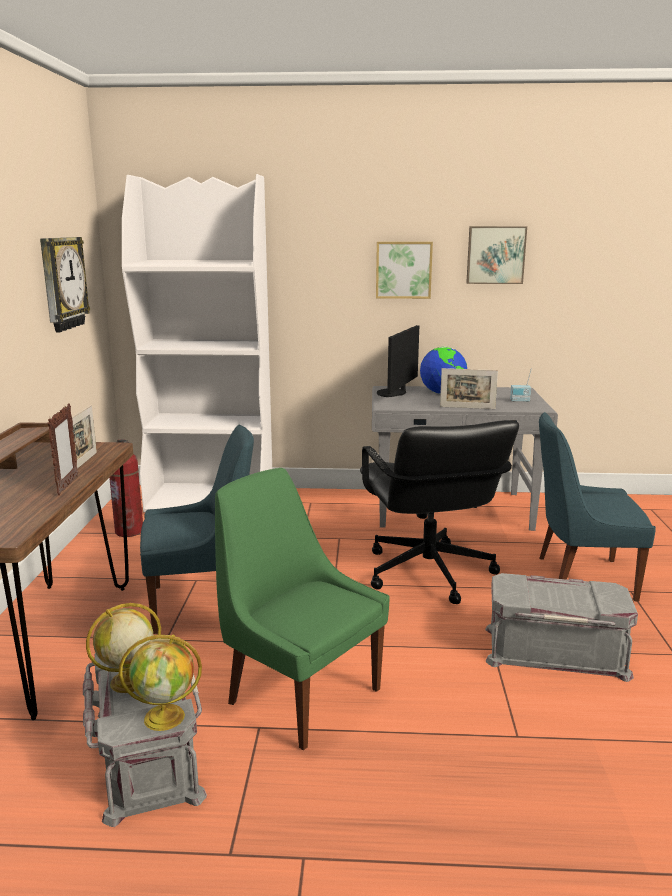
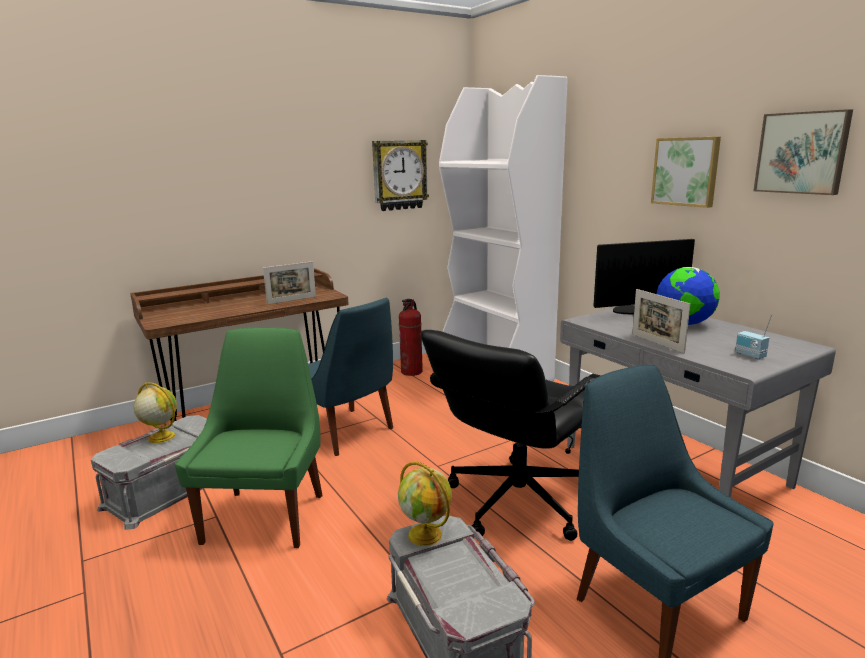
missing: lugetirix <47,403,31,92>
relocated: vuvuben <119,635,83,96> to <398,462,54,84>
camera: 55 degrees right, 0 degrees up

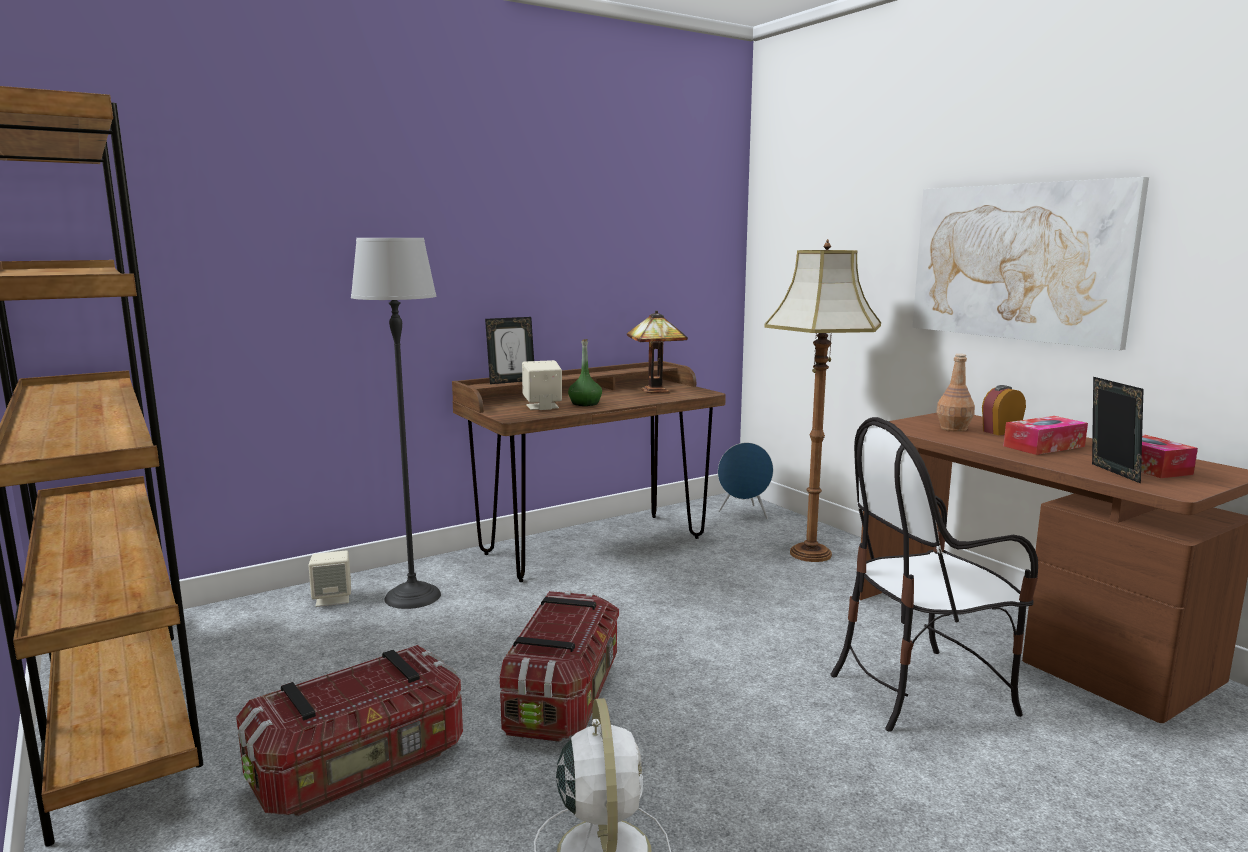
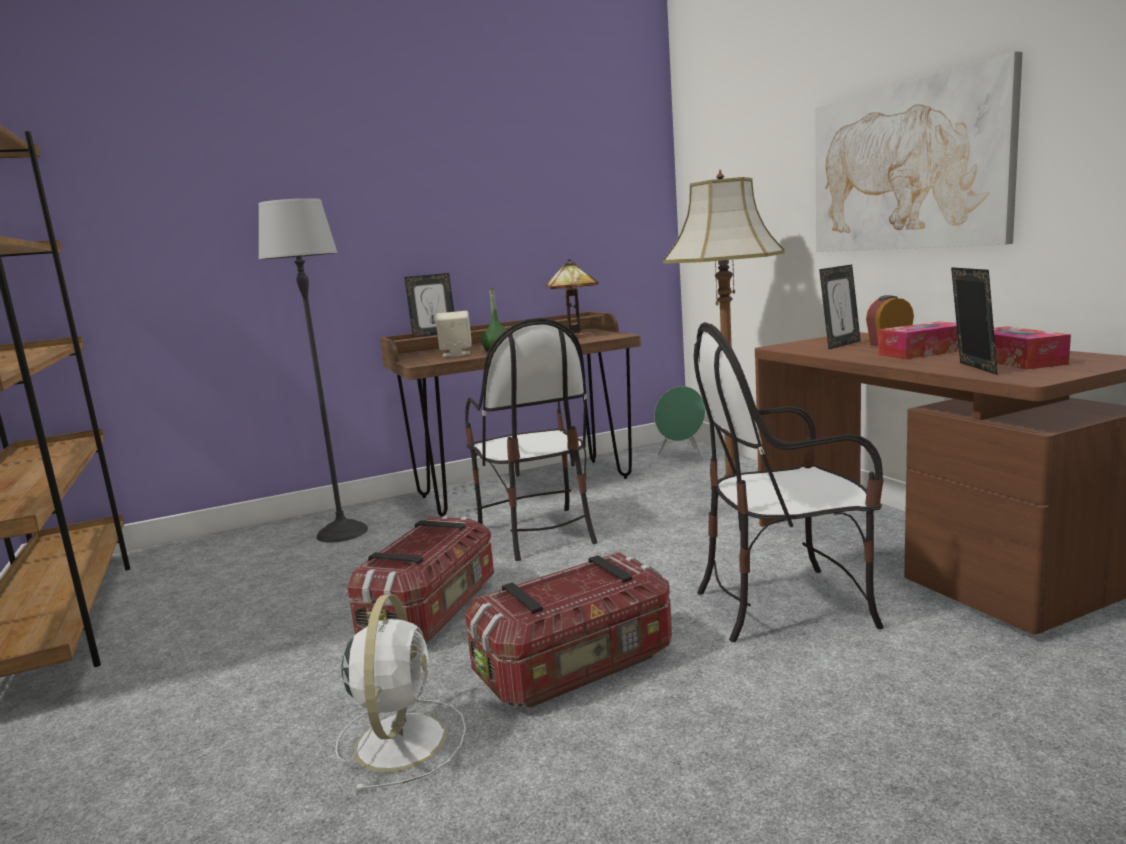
missing: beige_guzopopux <309,550,42,57>
appeared: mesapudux <465,318,132,243>
relocated: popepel <236,645,227,171> to <465,552,207,155>
exchanged: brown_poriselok <936,354,39,78> to lugetirix <819,264,42,85>
colour: blue_guzopopux <718,443,55,76> to green_guzopopux <654,386,51,74>
camera: 10 degrees right, 0 degrees up

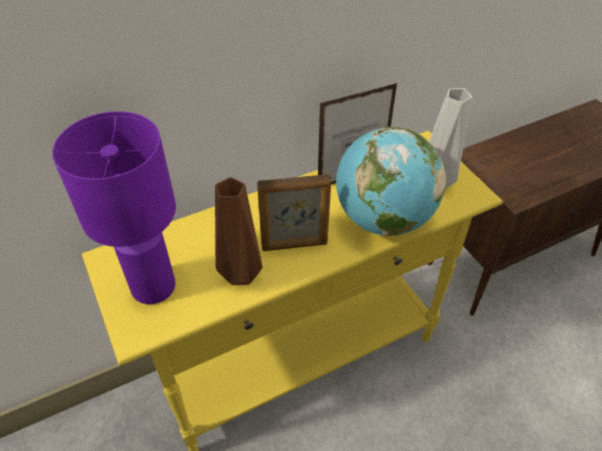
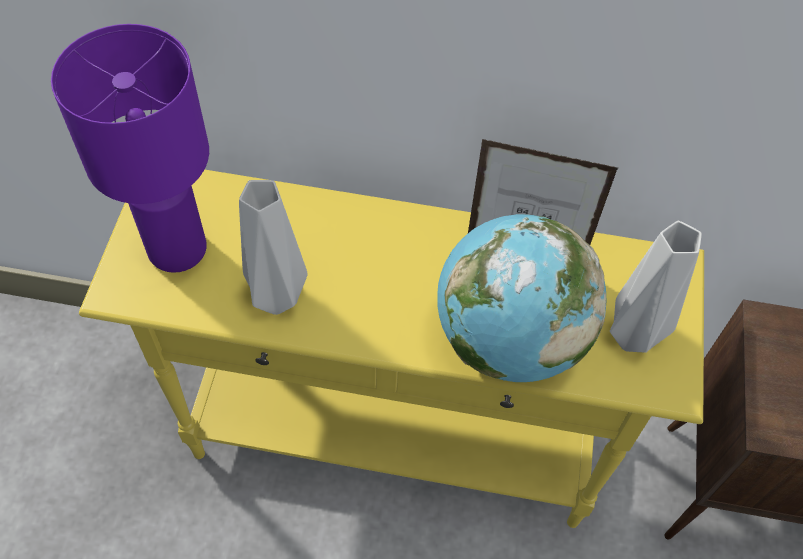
missing: lugetirix <257,174,74,77>
colour: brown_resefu <215,177,48,108> to grey_resefu <239,180,69,135>
camera: 35 degrees right, 10 degrees up

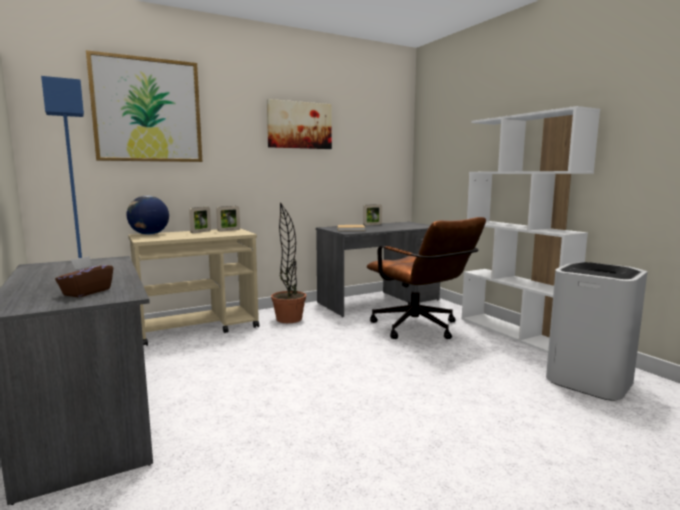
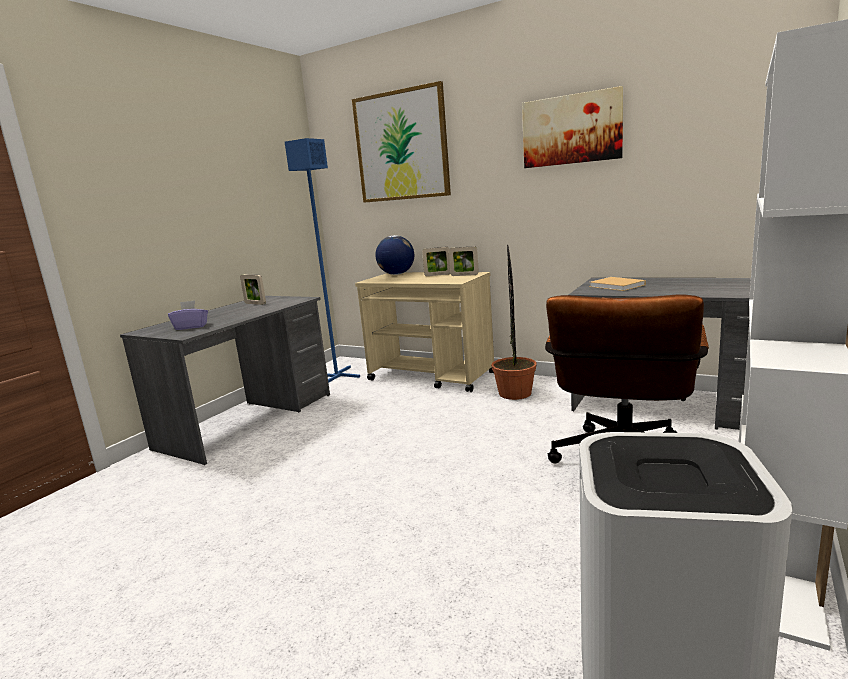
relocated: lugetirix <363,204,19,21> to <240,274,26,31>
colour: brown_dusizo <55,256,58,41> to purple_dusizo <168,300,40,30>
camera: 60 degrees right, 5 degrees up

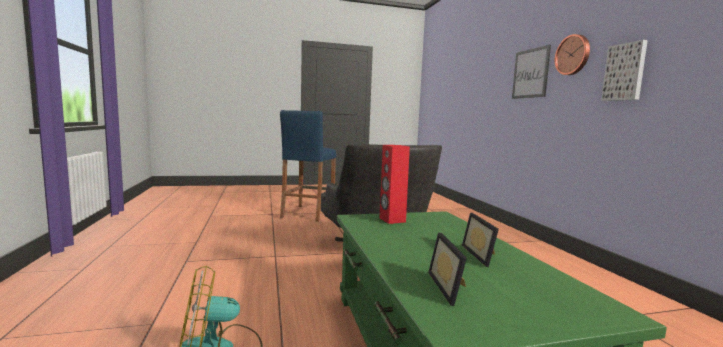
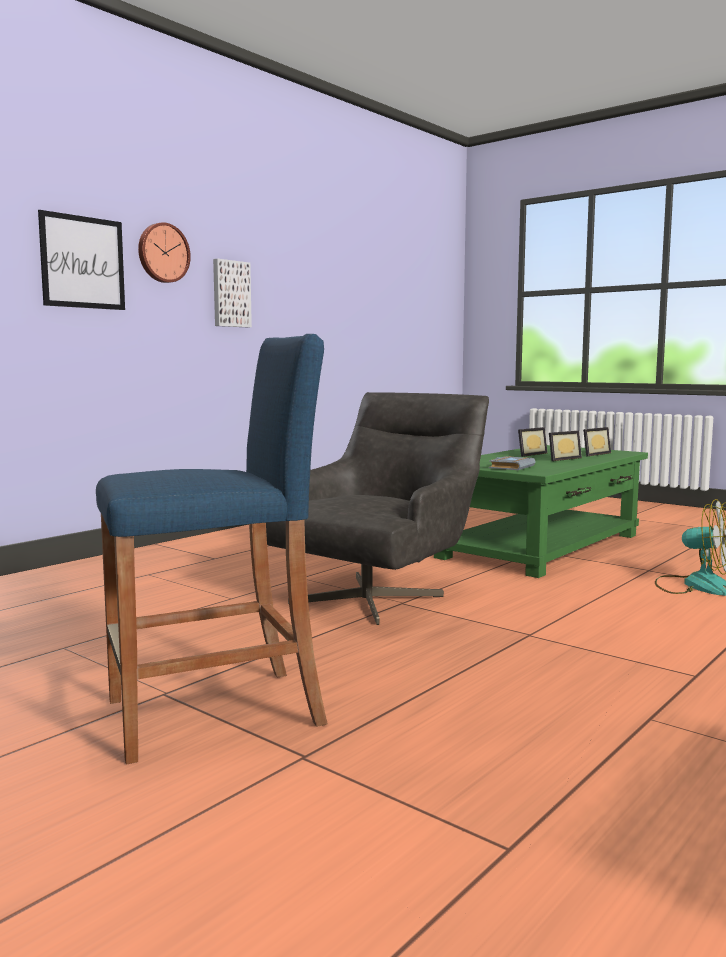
appeared: lugetirix <549,431,33,30>
exchanged: red_guzopopux <380,145,30,79> to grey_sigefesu <489,456,47,14>
camera: 125 degrees left, 0 degrees up

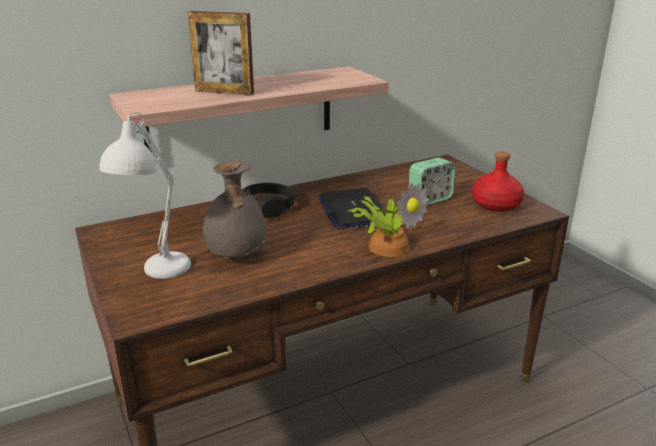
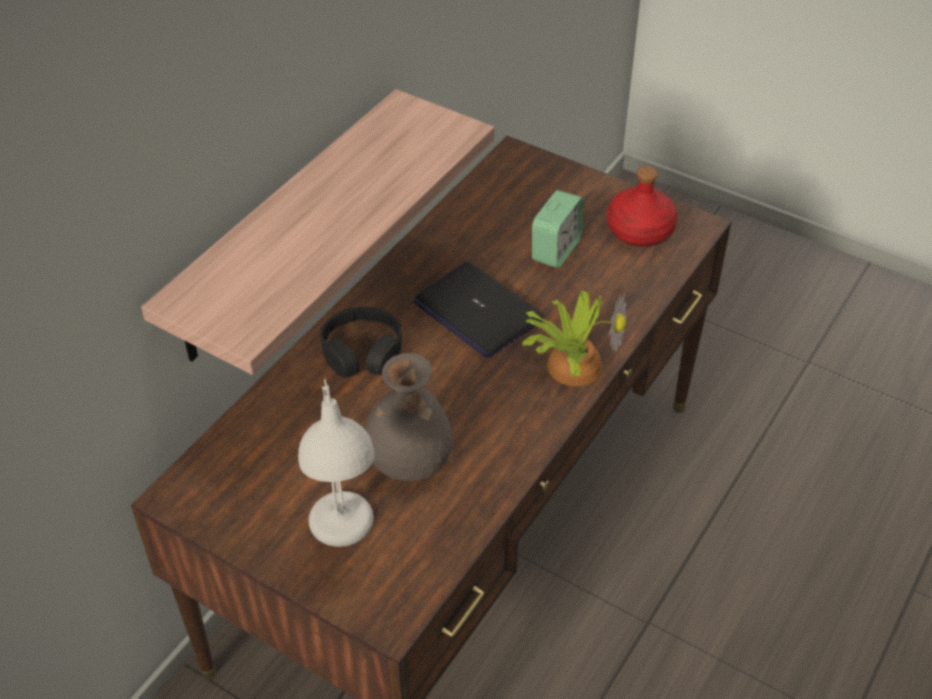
missing: lugetirix <188,11,66,84>
camera: 30 degrees left, 20 degrees up

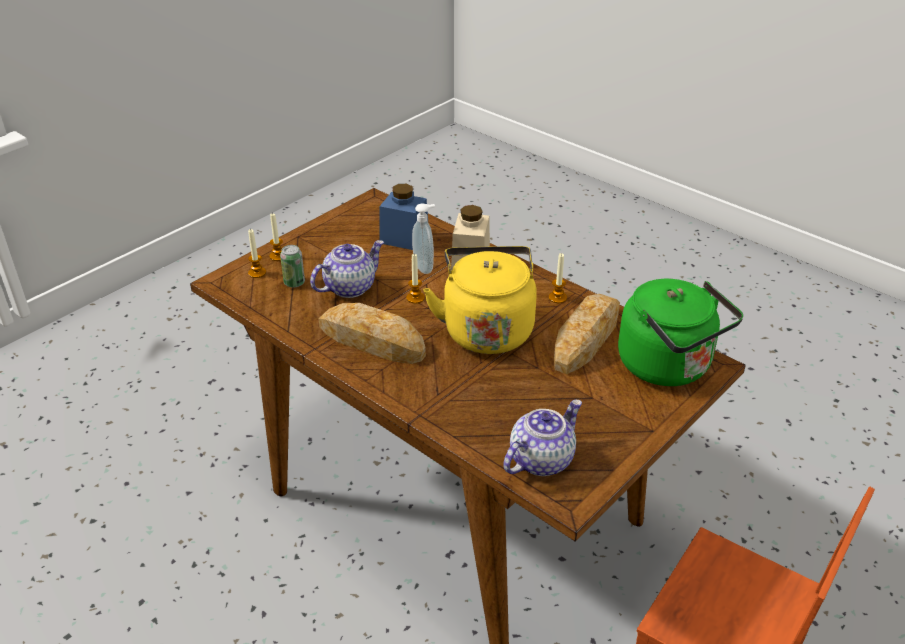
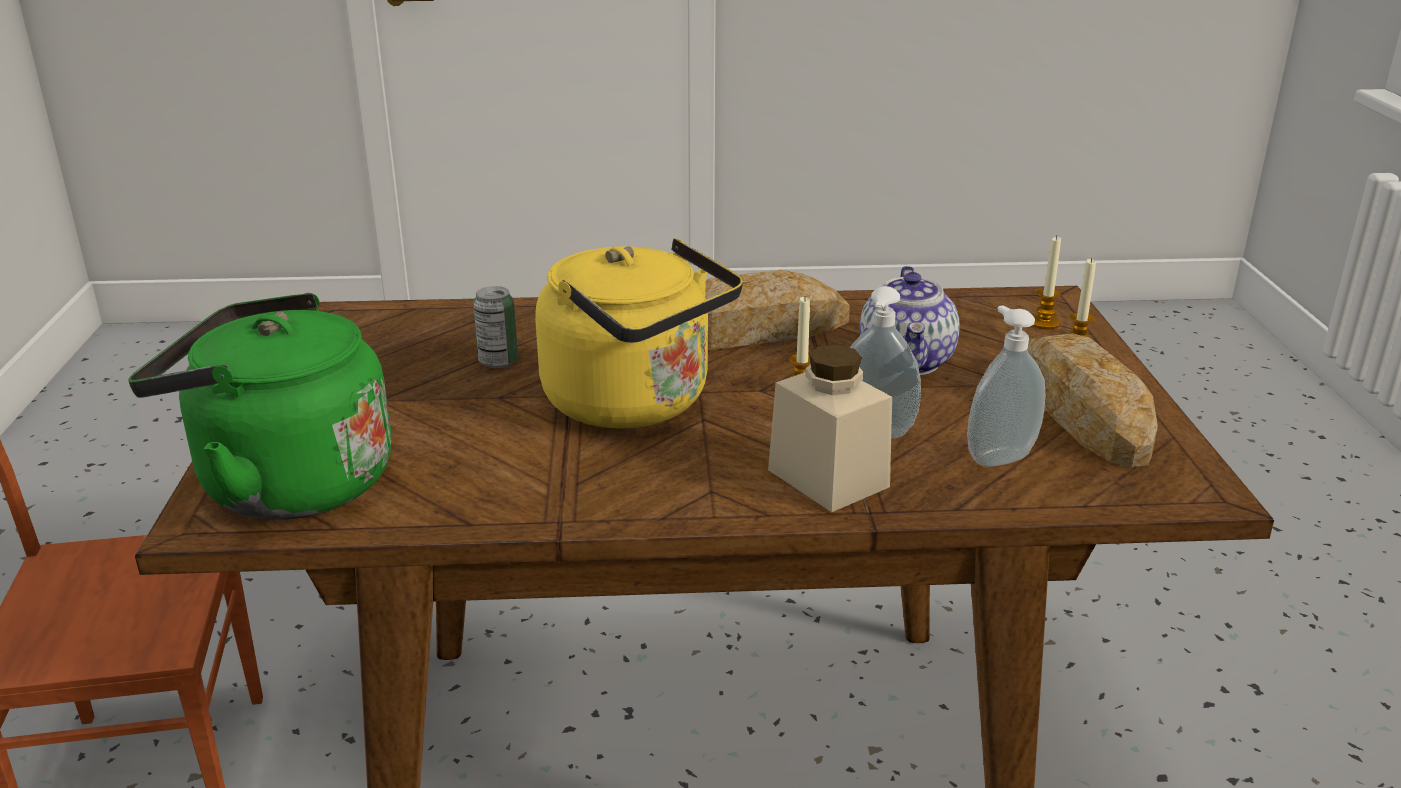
missing: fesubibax <503,399,79,77>; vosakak <549,253,18,50>
relocated: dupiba <280,245,25,43> to <473,286,45,82>; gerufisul <554,294,66,80> to <1028,333,130,134>
exchanged: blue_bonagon <380,184,48,66> to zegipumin <967,305,78,162>
camera: 135 degrees right, 10 degrees down

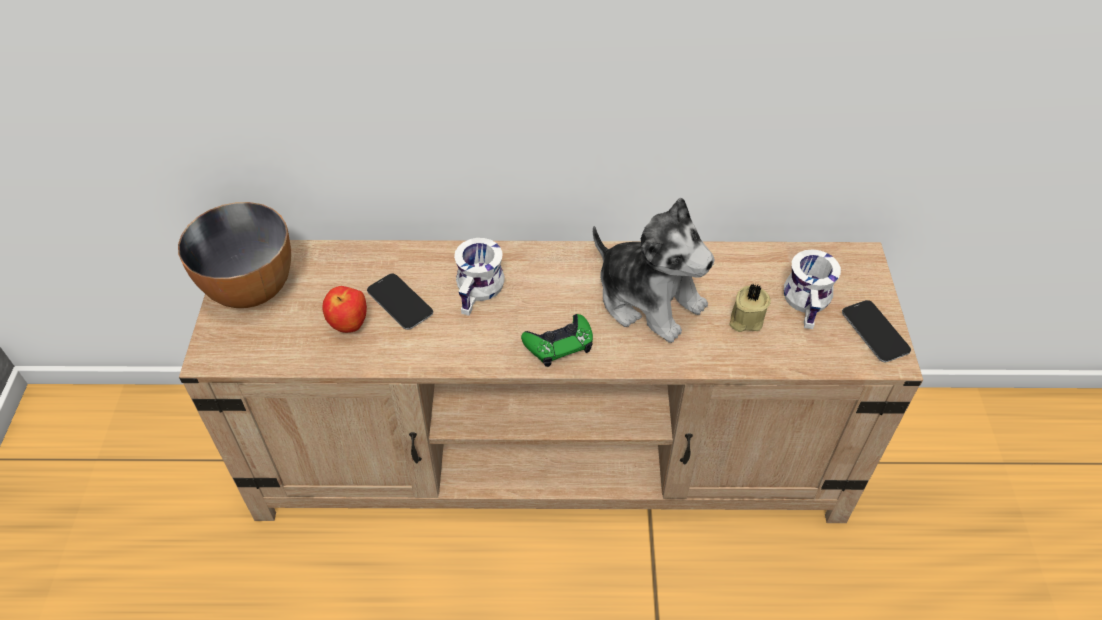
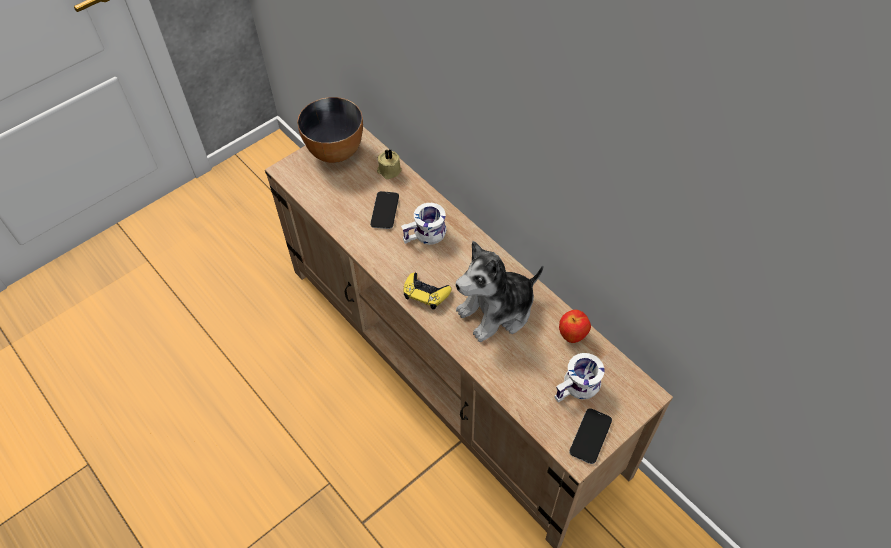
relocated: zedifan <322,286,45,47> to <559,310,32,33>; beige_vosakak <729,284,42,48> to <377,149,25,30>
colour: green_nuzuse <521,314,72,53> to yellow_nuzuse <404,273,47,37>
spun: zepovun <593,198,122,145> = <456,241,88,101> 60 degrees clockwise
camera: 50 degrees right, 5 degrees up

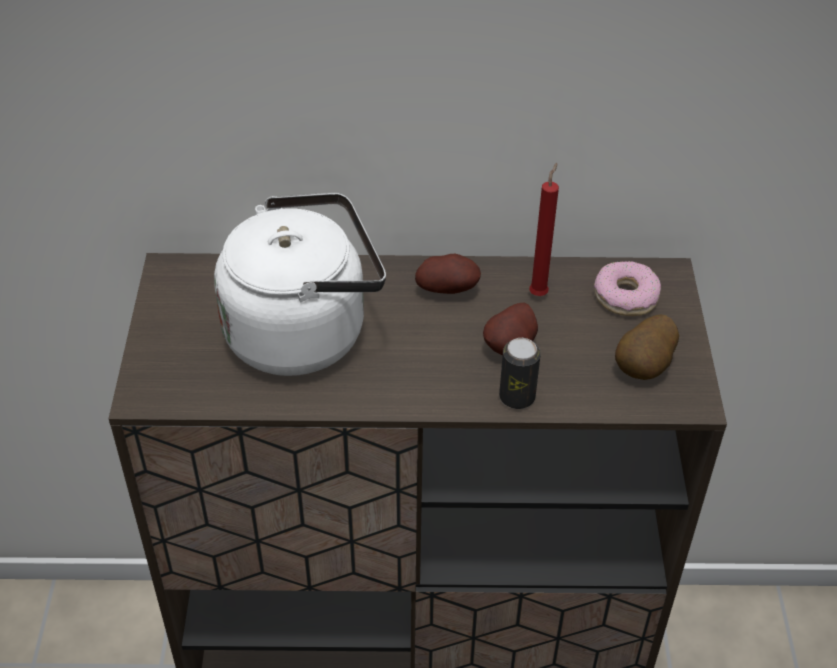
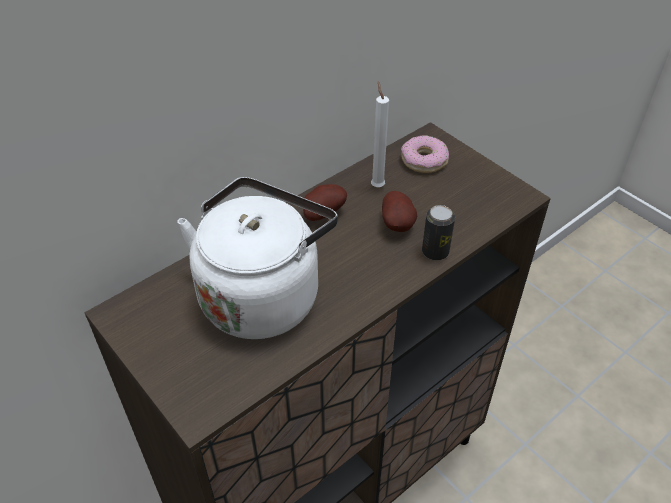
missing: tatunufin <615,314,64,66>
colour: red_vosakak <529,163,30,133> to white_vosakak <371,81,18,106>
camera: 40 degrees left, 0 degrees up

